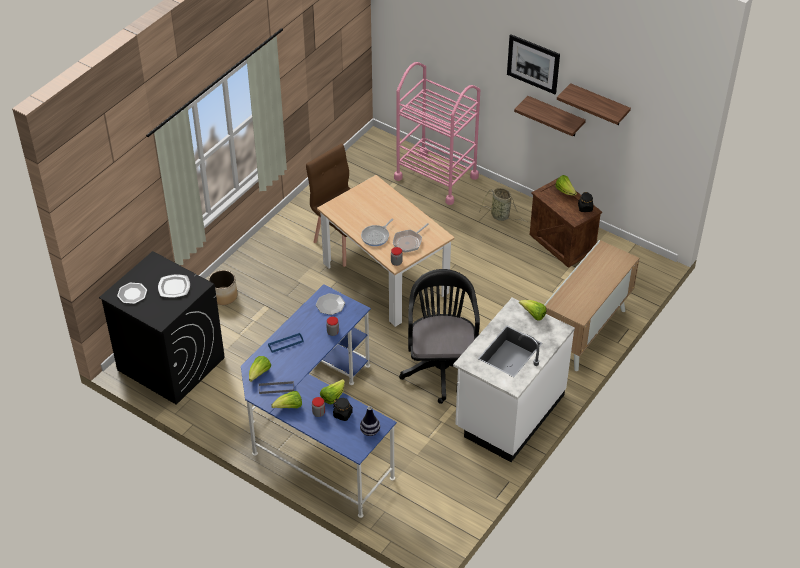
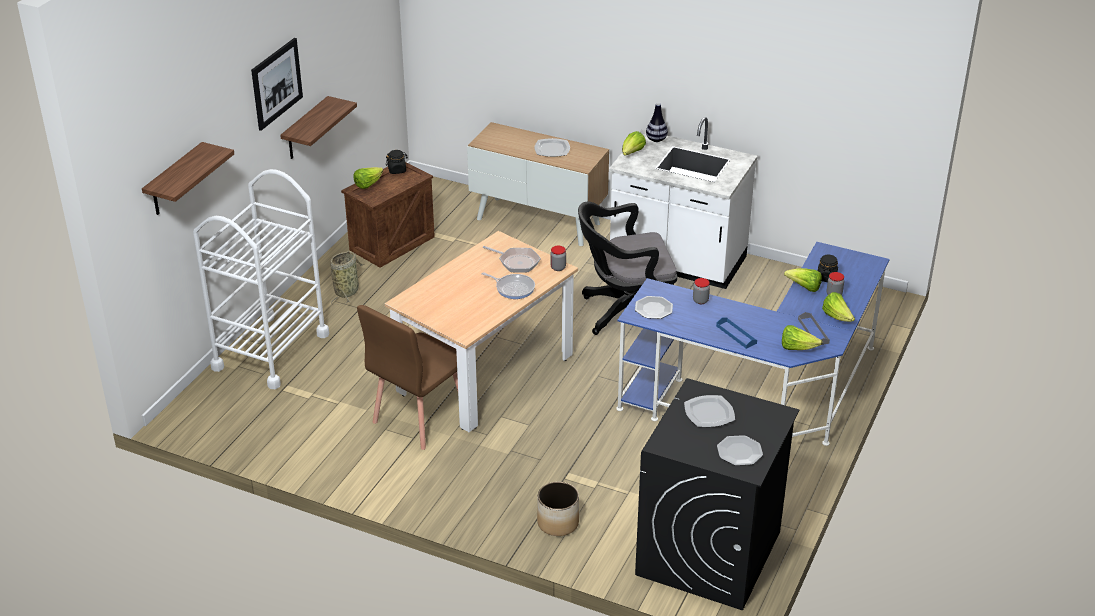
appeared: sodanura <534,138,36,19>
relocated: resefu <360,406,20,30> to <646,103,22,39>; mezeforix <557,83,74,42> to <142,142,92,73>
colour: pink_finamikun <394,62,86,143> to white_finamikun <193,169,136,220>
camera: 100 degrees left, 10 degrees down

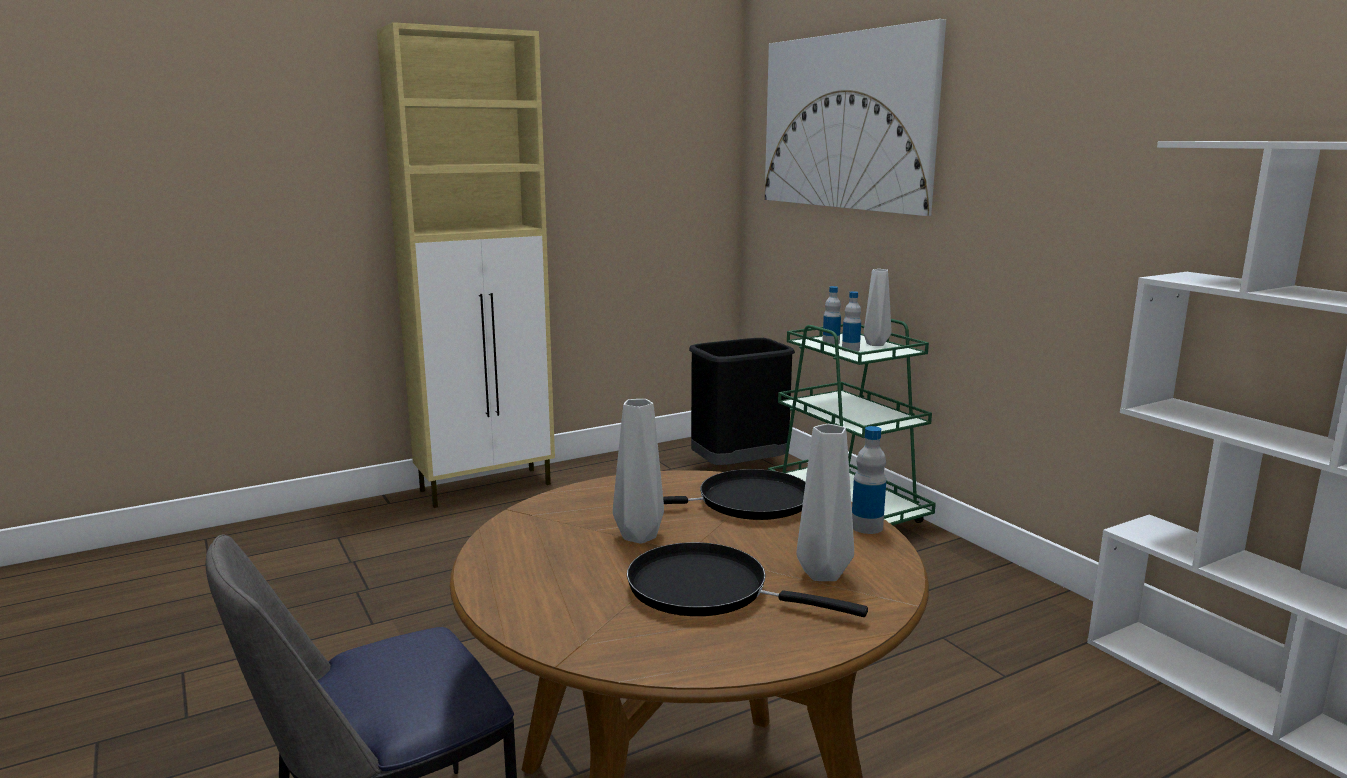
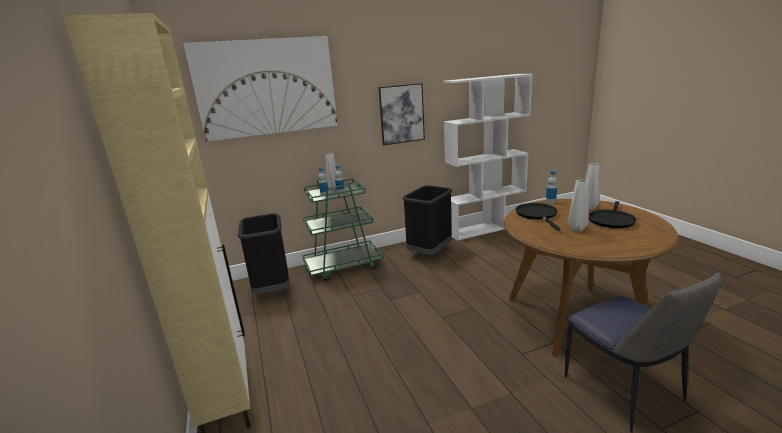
appeared: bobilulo <378,83,47,62>; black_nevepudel <402,185,50,70>
camera: 80 degrees left, 5 degrees up

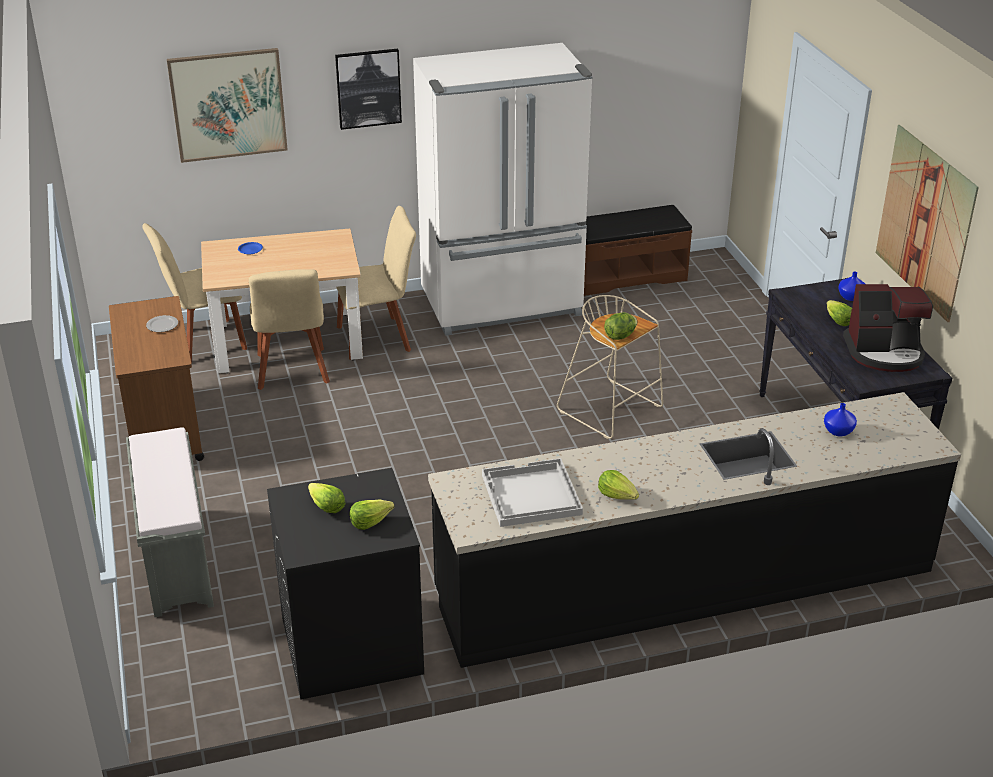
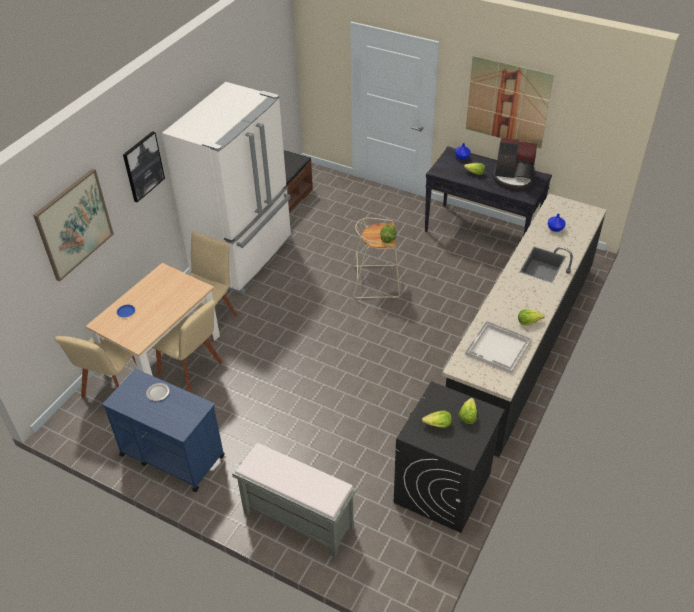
colour: brown_finamikun <109,296,95,165> to blue_finamikun <102,369,123,123>
spun: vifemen <843,284,90,88> = <493,138,44,52> 60 degrees clockwise
camera: 45 degrees left, 10 degrees up

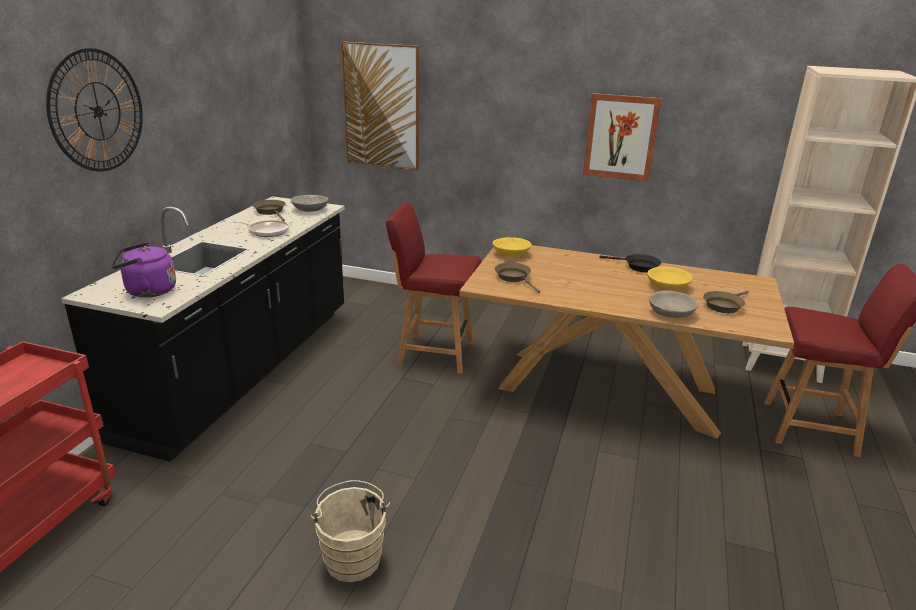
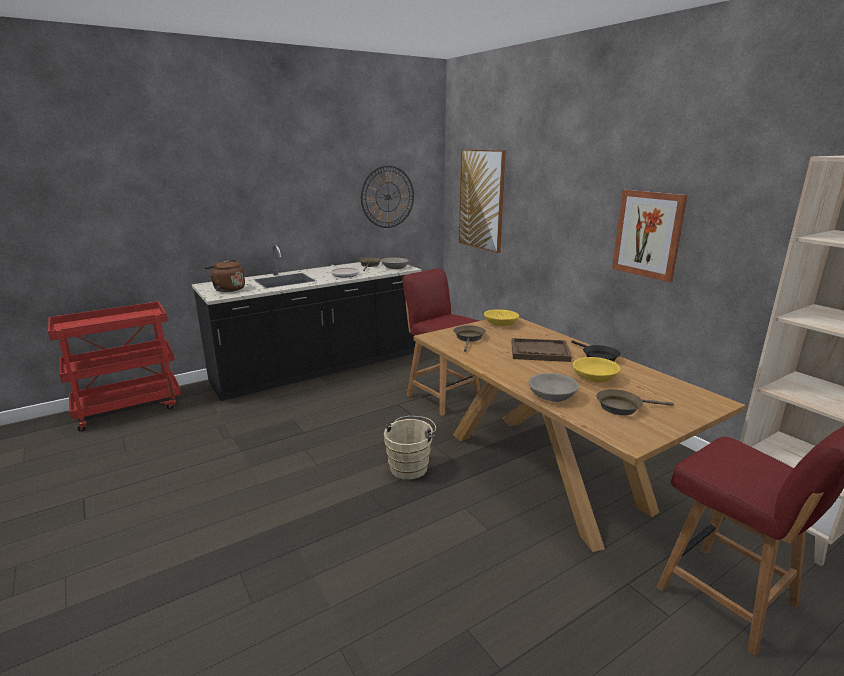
appeared: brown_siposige <512,338,60,24>
relocated: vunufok <46,48,97,124> to <361,165,53,63>; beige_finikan <311,480,79,102> to <384,416,52,64>
colour: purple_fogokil <111,242,65,56> to brown_fogokil <204,259,41,33>
camera: 40 degrees right, 5 degrees down

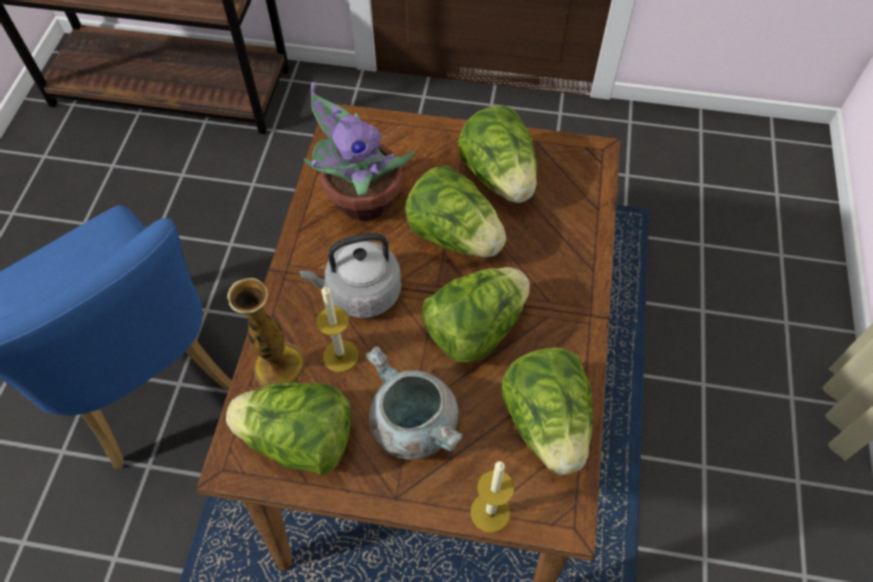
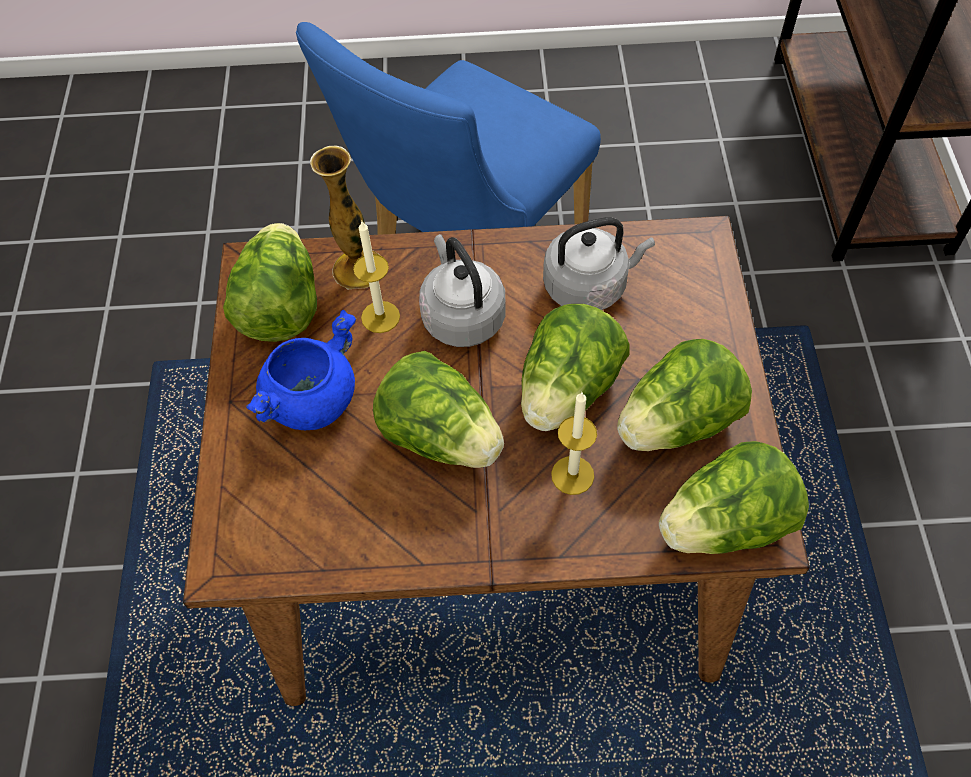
relocated: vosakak <470,461,44,72> to <551,392,46,103>; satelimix <502,347,91,128> to <659,441,150,113>
exchanged: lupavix <304,82,111,139> to grey_fogokil <543,217,112,93>
colour: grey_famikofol <366,346,98,114> to blue_famikofol <246,310,110,120>
camera: 80 degrees right, 0 degrees up

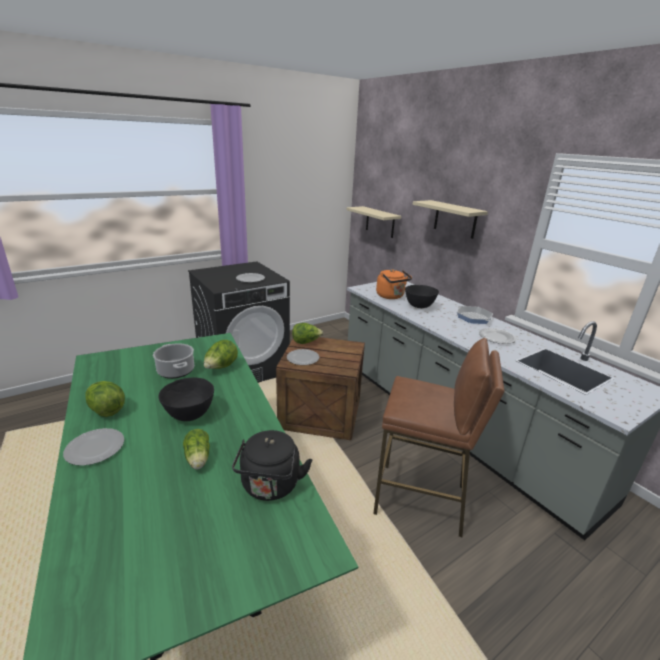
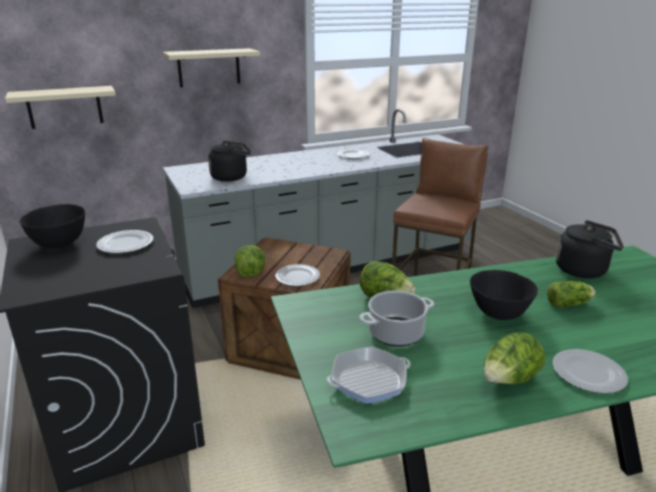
relocated: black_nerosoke <405,285,34,23> to <20,204,65,45>; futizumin <457,306,36,18> to <326,346,85,58>
colour: orange_fogokil <376,269,36,30> to black_fogokil <208,141,43,41>
camera: 80 degrees left, 0 degrees up

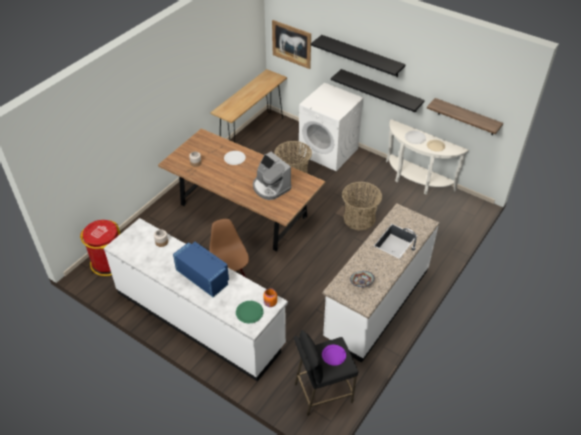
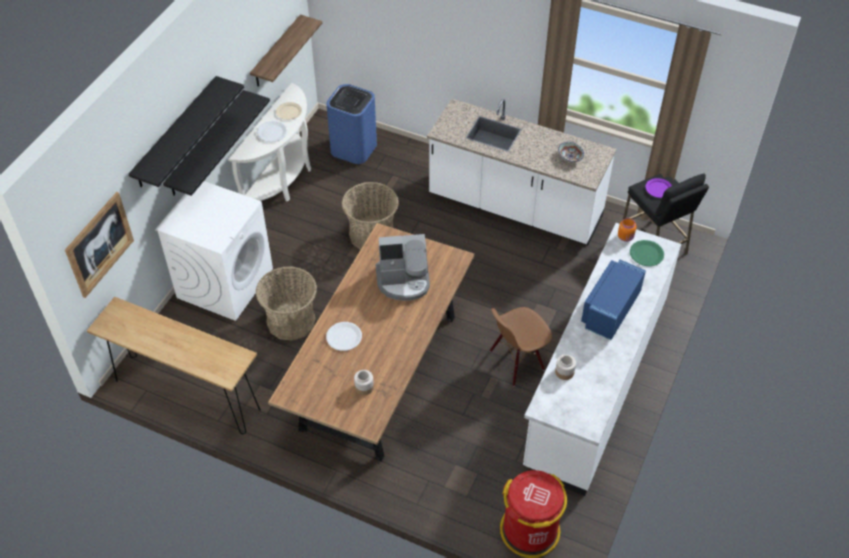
appeared: blue_nevepudel <326,84,51,80>
spun: vifemen <253,152,38,48> = <376,234,54,67> 45 degrees clockwise
camera: 100 degrees left, 5 degrees up

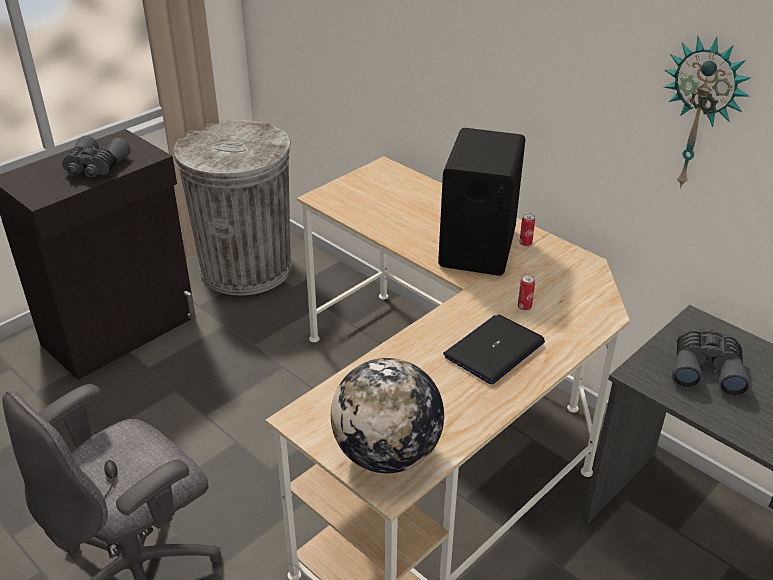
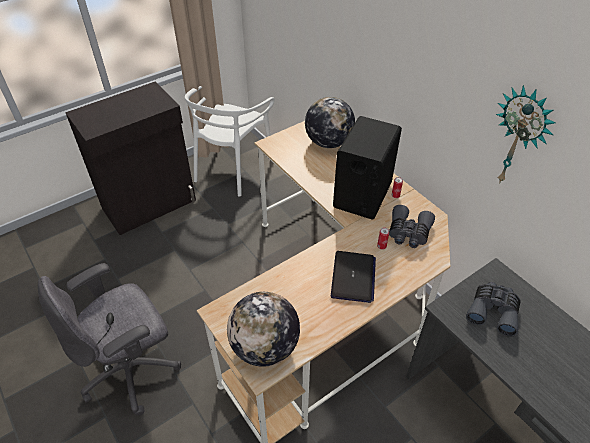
appeared: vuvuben <305,97,50,51>
relocated: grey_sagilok <62,135,69,43> to <389,205,46,43>
exchanged: grey_nevepudel <174,120,118,175> to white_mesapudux <185,86,90,110>
spun: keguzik <443,314,102,70> = <331,251,45,52> 135 degrees clockwise
camera: 10 degrees right, 10 degrees up

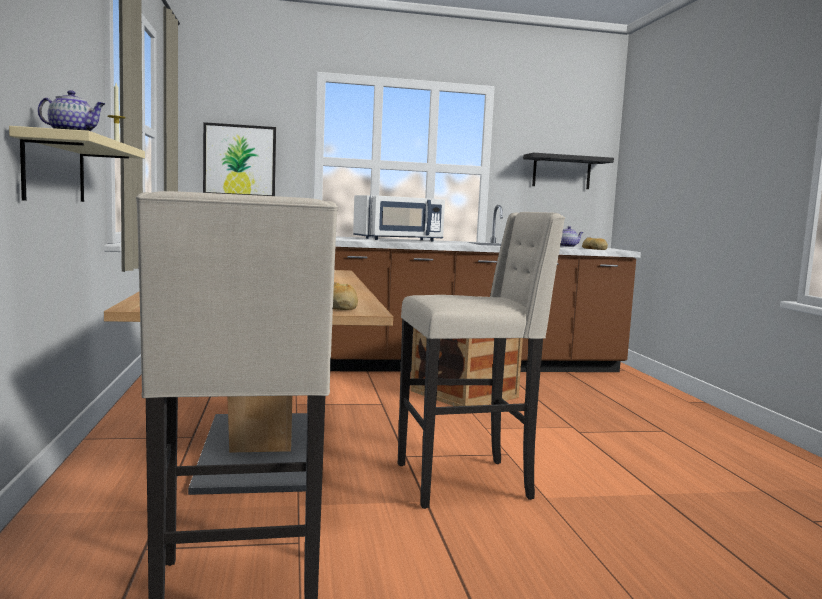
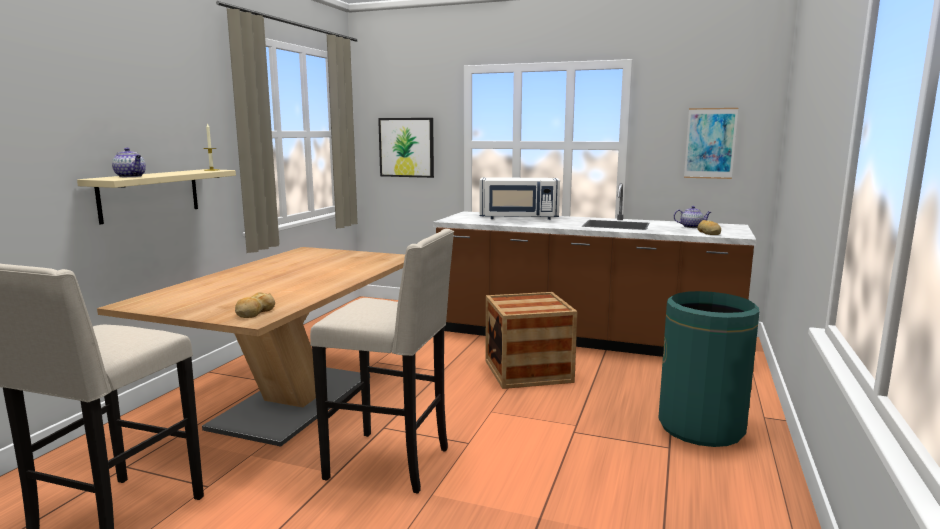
appeared: green_nevepudel <658,291,102,156>
exchanged: black_mezeforix <523,153,91,36> to bobilulo <684,108,54,71>
camera: 30 degrees right, 5 degrees up

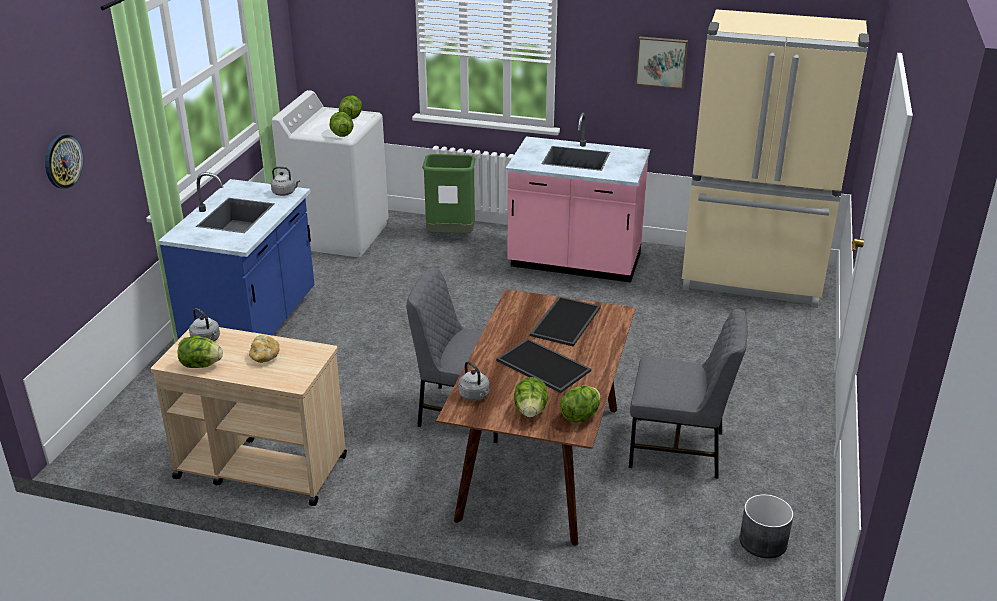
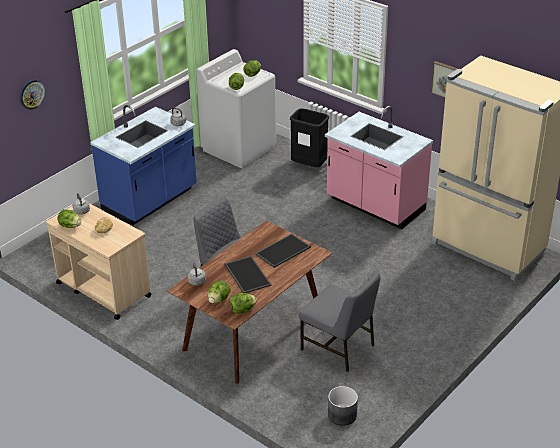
colour: green_nevepudel <422,154,53,79> to black_nevepudel <290,108,39,59>
camera: 25 degrees right, 5 degrees up

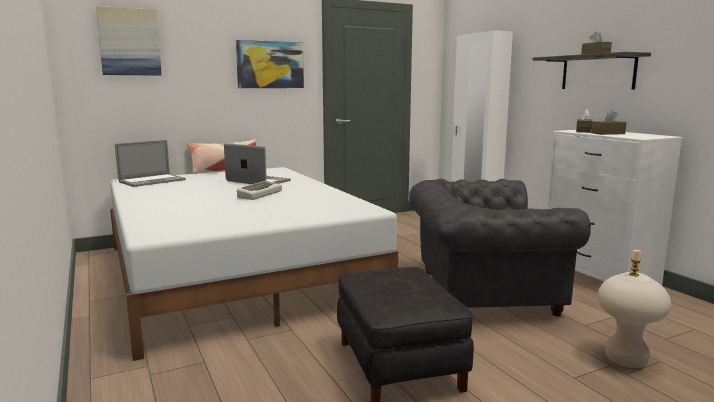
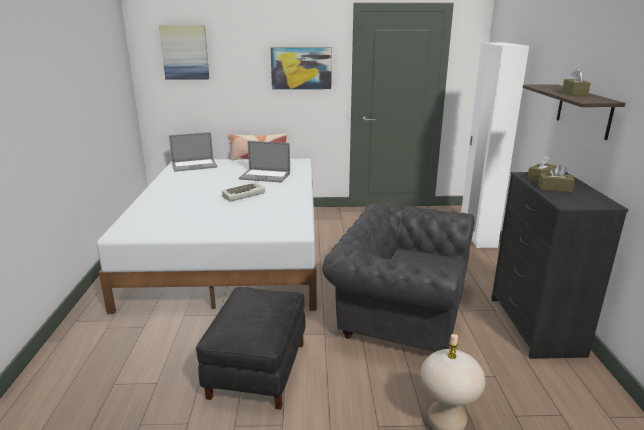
colour: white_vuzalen <547,130,136,155> to black_vuzalen <491,172,138,187>
spun: keguzik <224,143,67,41> = <239,141,51,42> 135 degrees clockwise
camera: 25 degrees right, 10 degrees up

